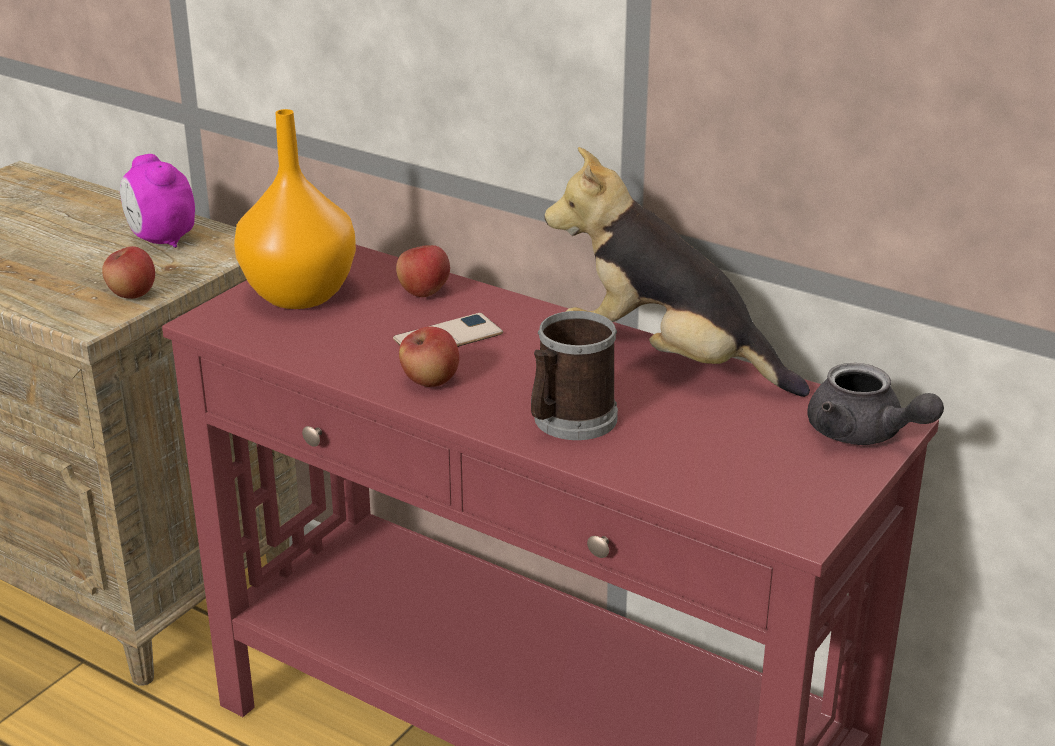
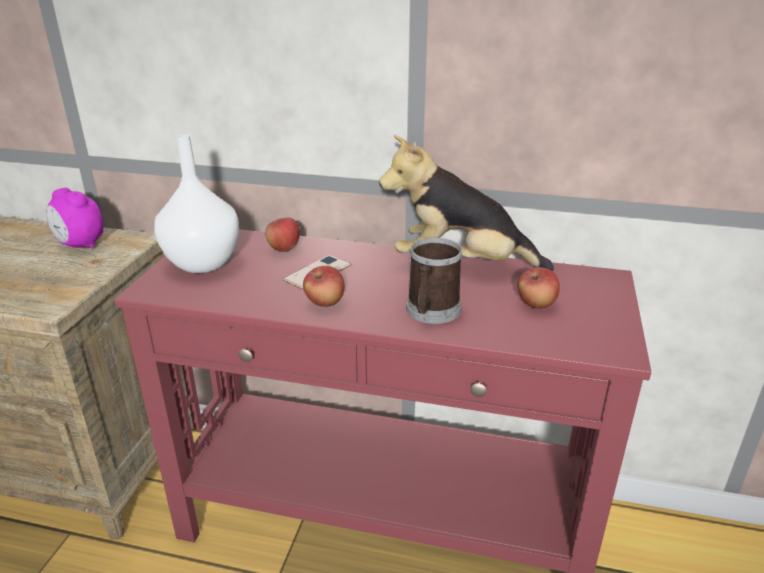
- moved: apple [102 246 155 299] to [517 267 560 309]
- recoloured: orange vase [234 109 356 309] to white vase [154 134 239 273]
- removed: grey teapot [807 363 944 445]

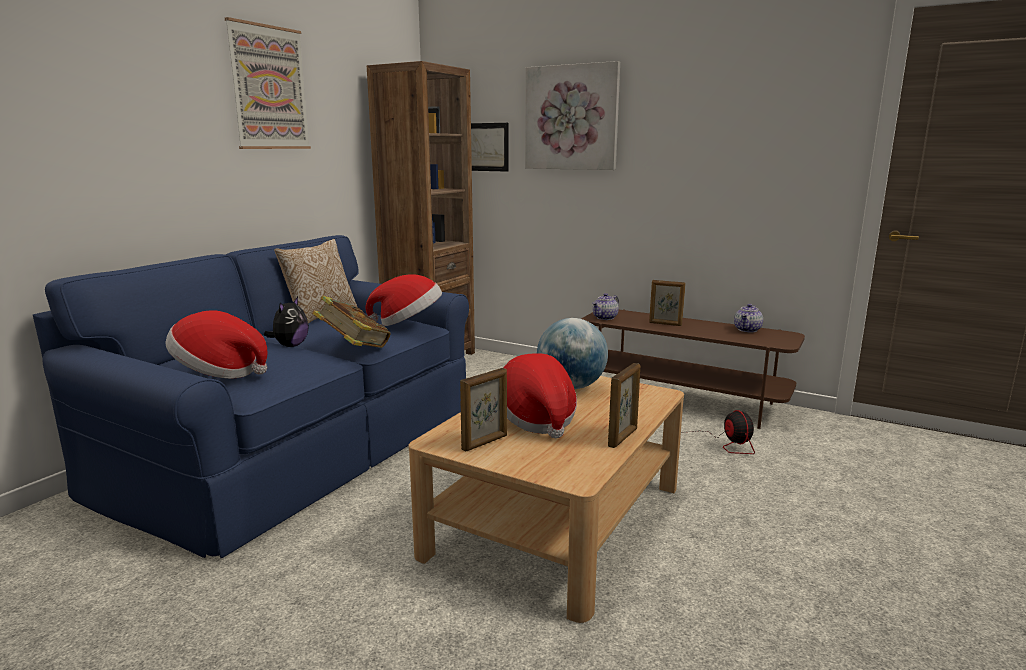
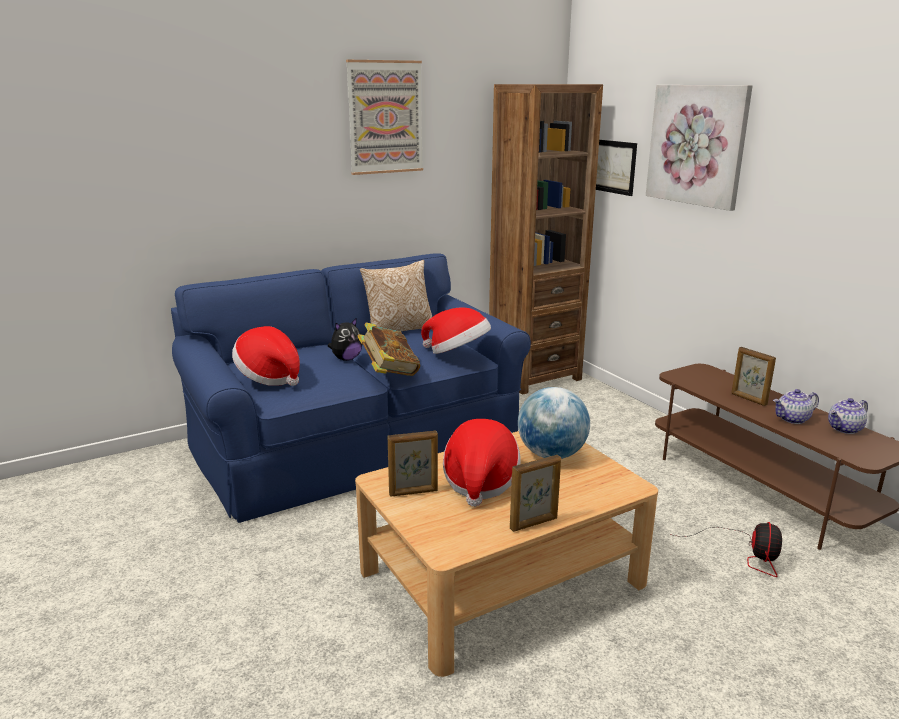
- moved: teapot [592 293 619 320] to [773 389 819 424]

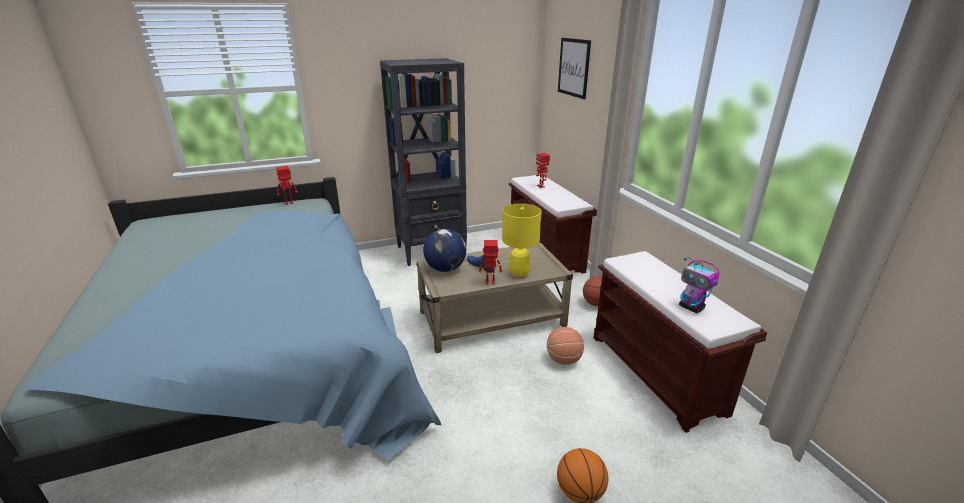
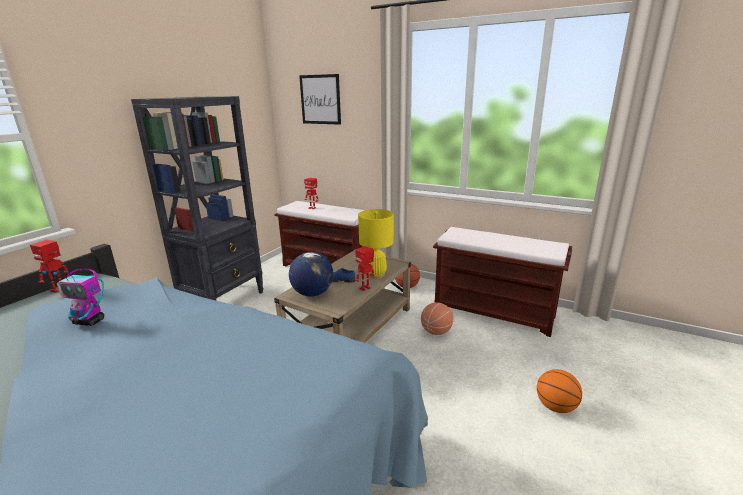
- moved: toy robot [679 257 720 313] to [42 269 104 326]

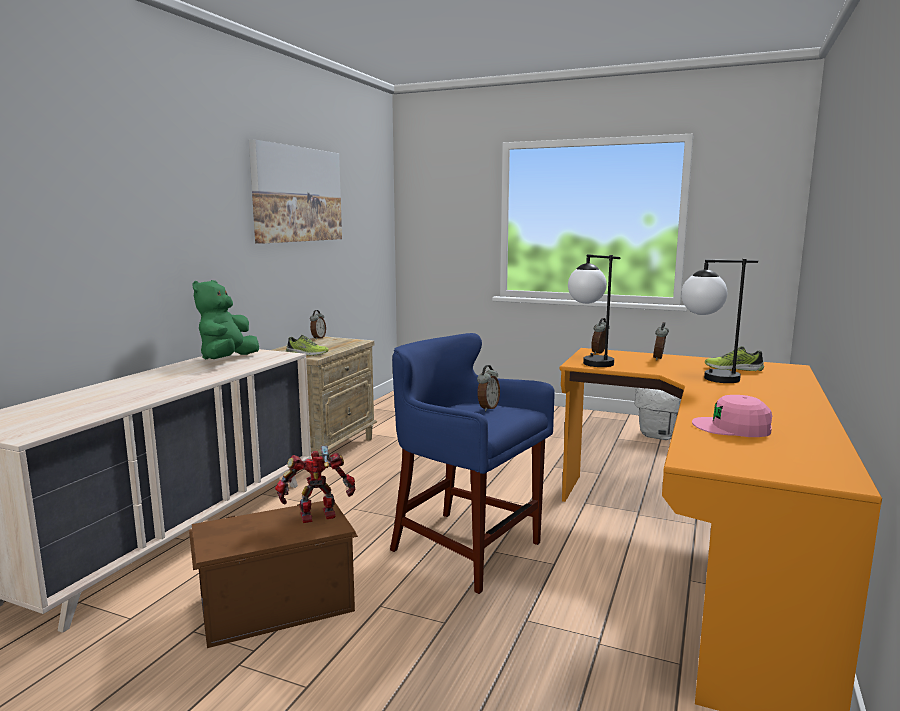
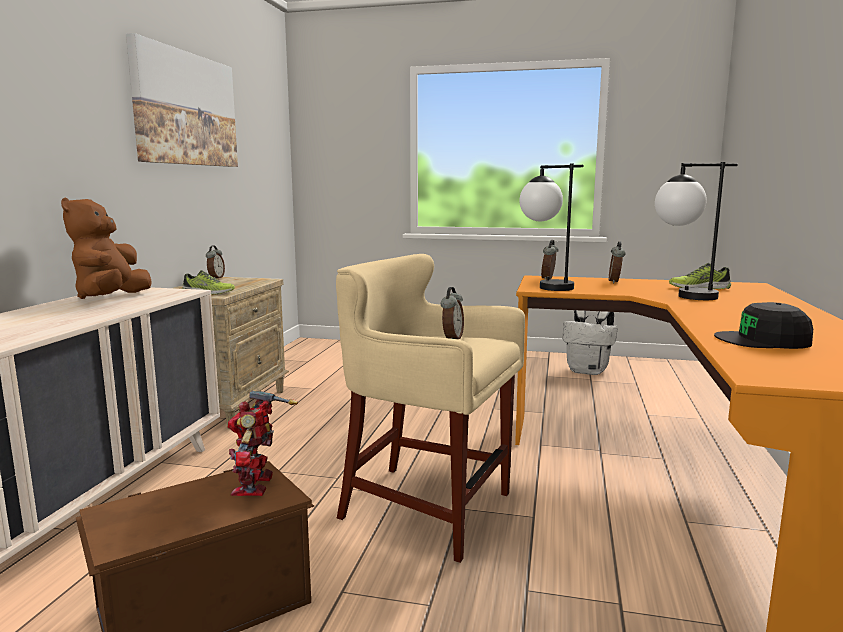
- recoloured: green plush toy [193 280 259 360] to brown plush toy [61 198 152 299]
- turned: toy robot [275 446 355 523] = [228 390 298 496] 60 degrees counterclockwise
- recoloured: blue stool [390 333 555 594] to beige stool [336 254 525 563]
- recoloured: pink cap [692 395 772 437] to black cap [714 302 813 349]

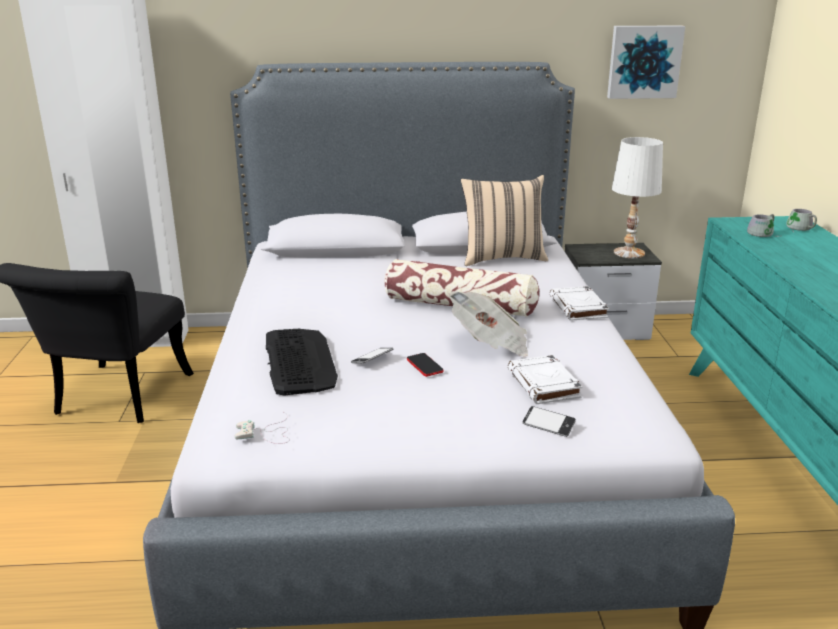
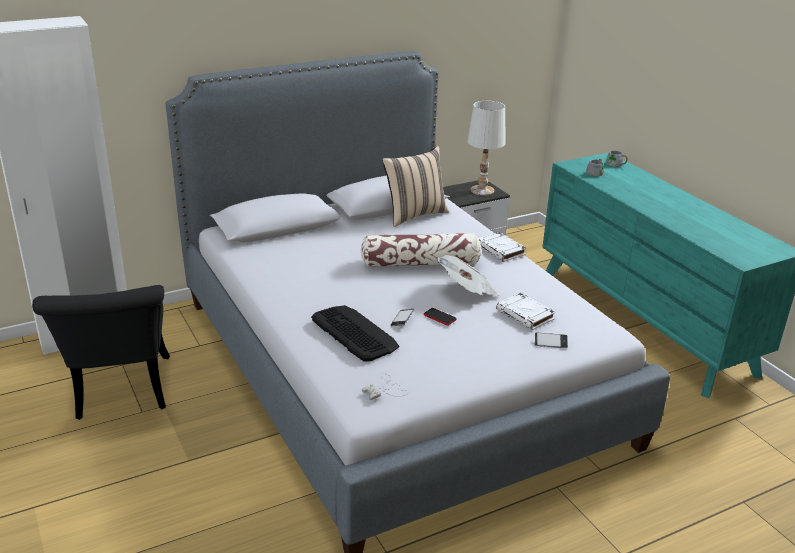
- removed: picture [607 25 685 99]

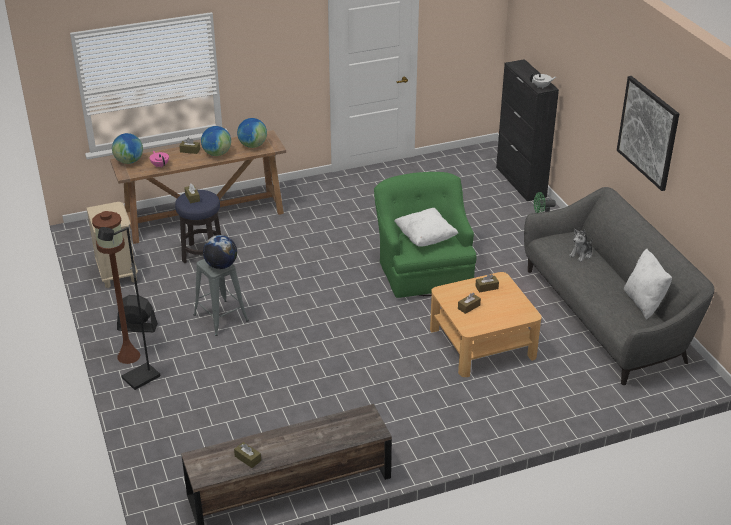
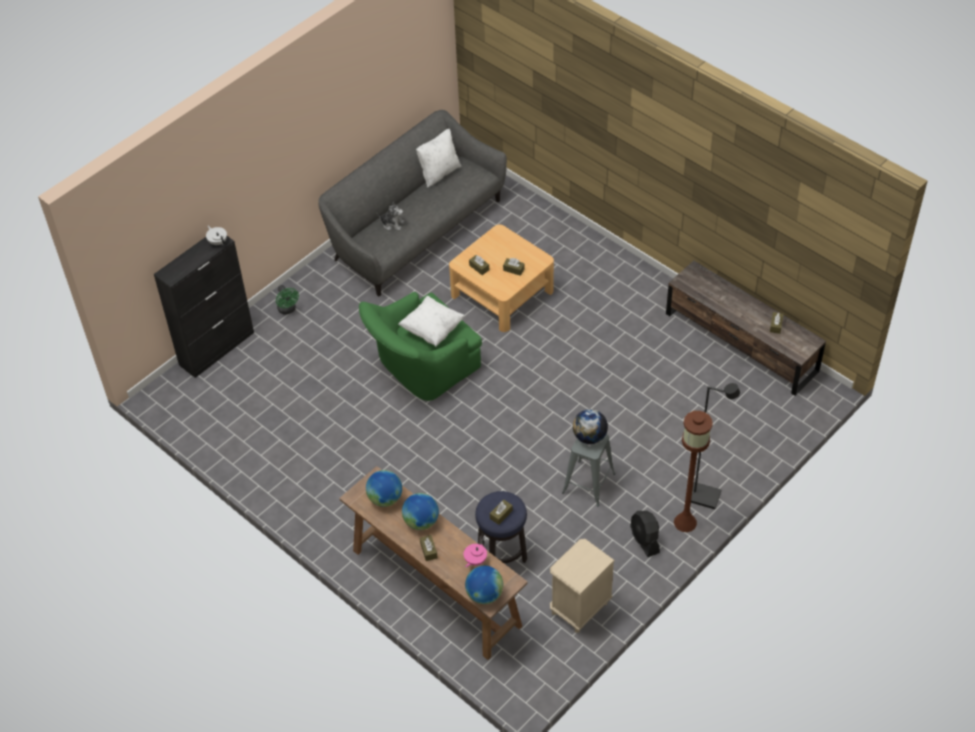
- removed: picture [617 76 679 191]

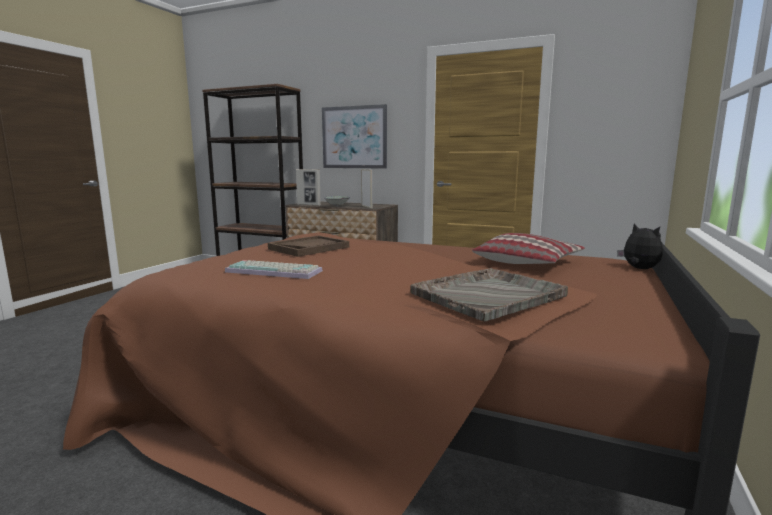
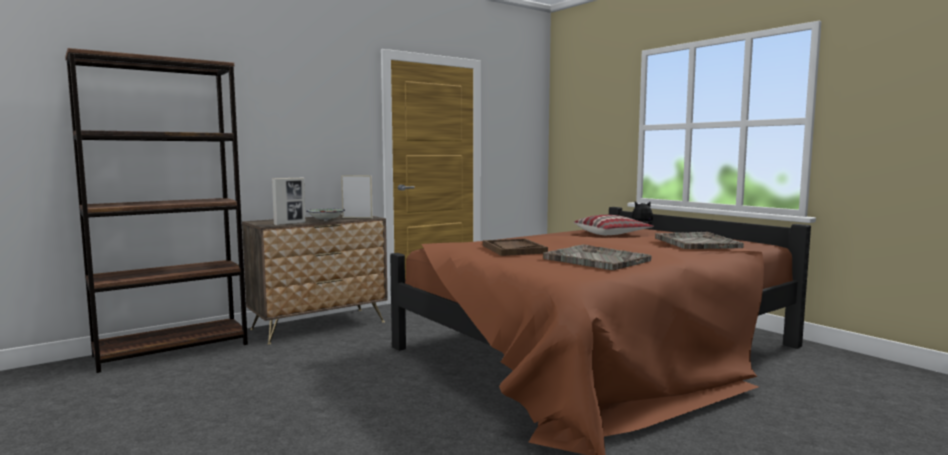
- replaced: keyboard [225 260 323 279] to grey tray [543 244 652 270]
- removed: picture [322 104 387 169]

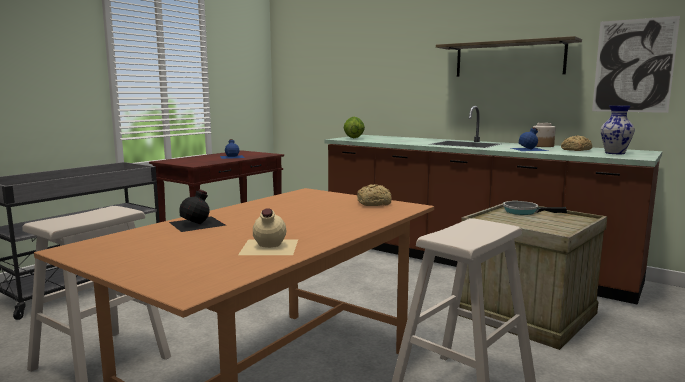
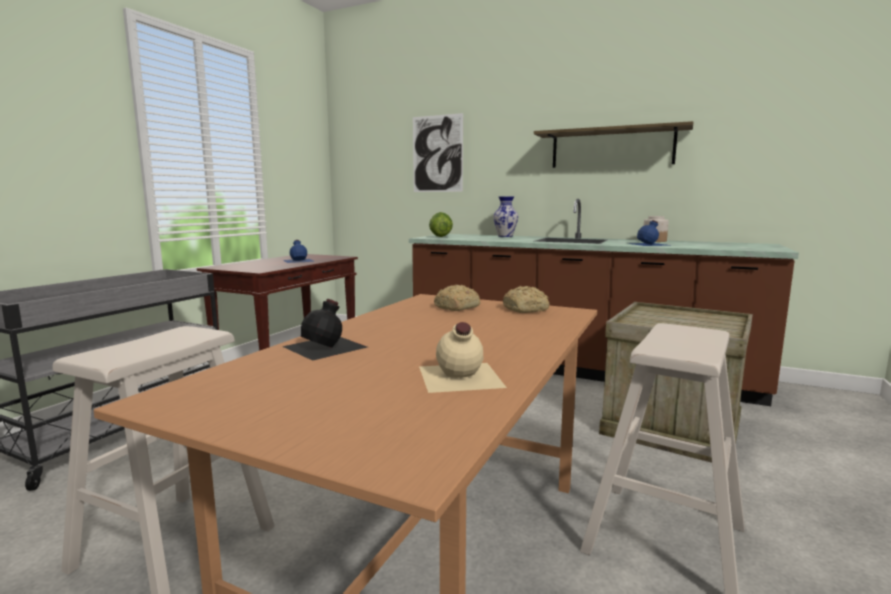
- removed: frying pan [503 201 567 215]
- moved: bread [561 136 592 151] to [434 285 481 311]
- moved: picture [592 16 680 113] to [413 113 463 192]
- moved: vase [601 106 635 154] to [493 197 518 237]

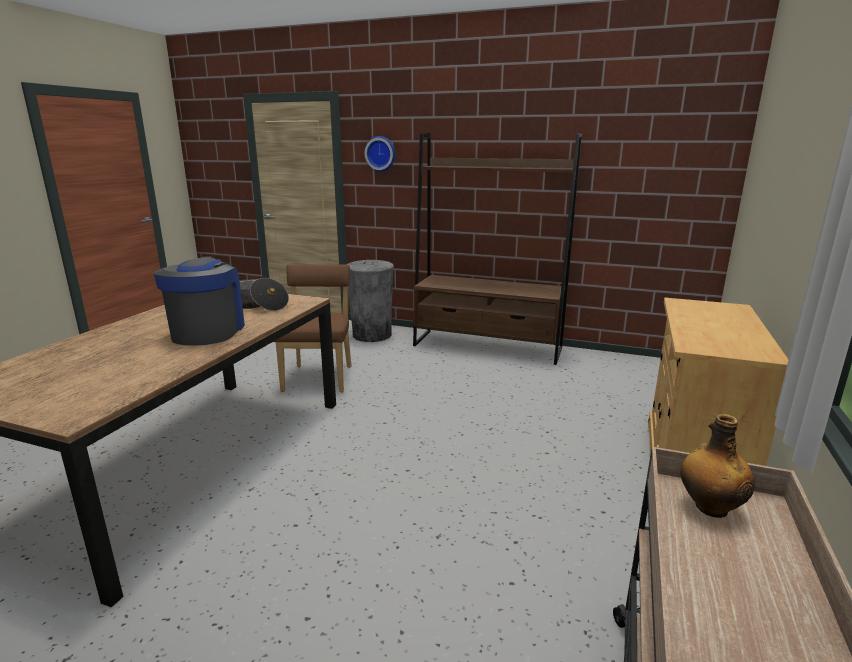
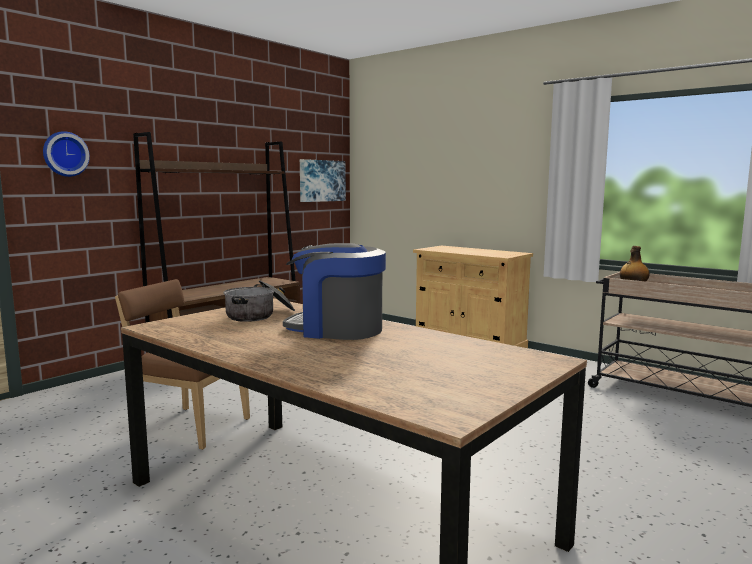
- removed: grey trash can [347 260 394 342]
- added: picture [300 159 346 202]

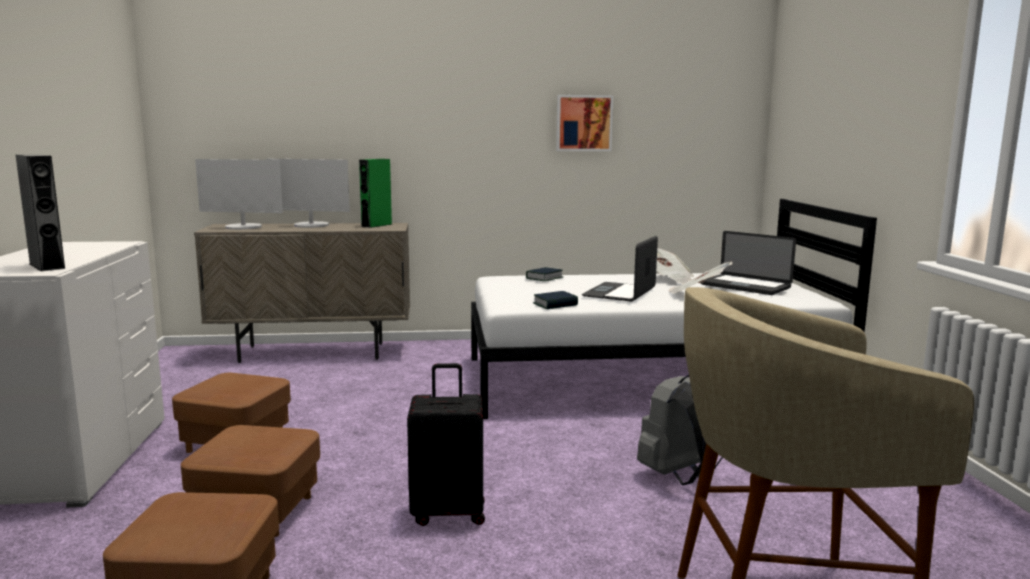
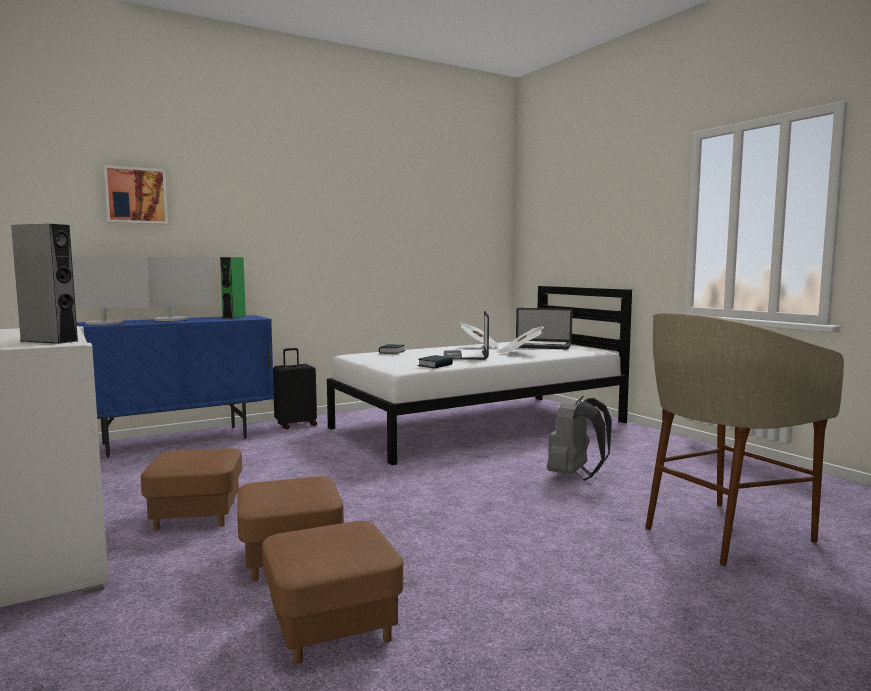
- recoloured: beige cabinet [194 223 410 363] to blue cabinet [76 315 274 458]
- moved: black suitcase [407 363 485 526] to [273 348 317 429]
- moved: picture [556 95 613 151] to [104 165 168 224]

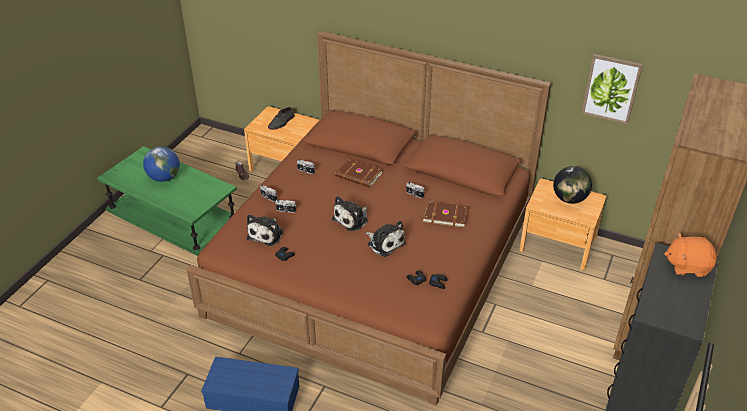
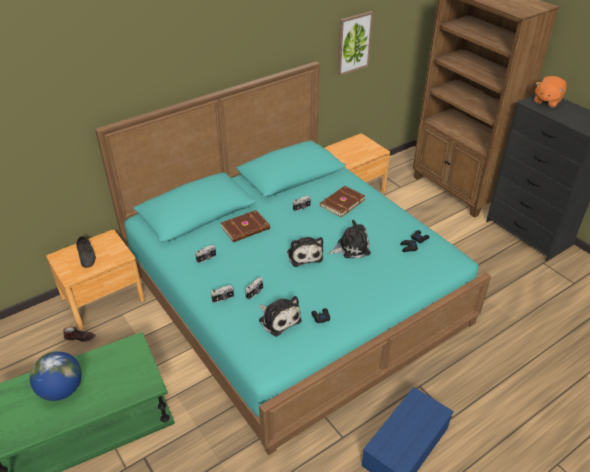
- recoloured: brown bed [186 31 551 406] to turquoise bed [95 61 491 455]
- removed: globe [553 166 592 204]

